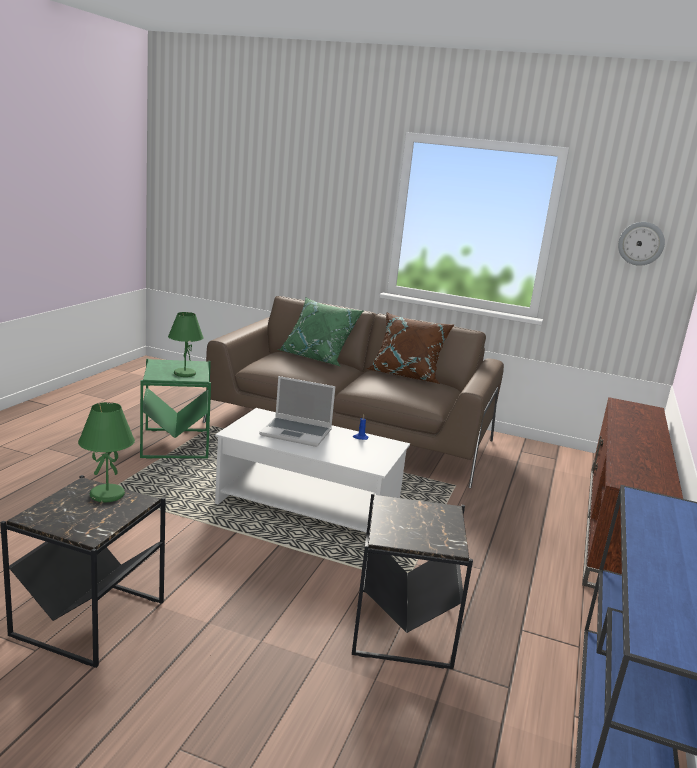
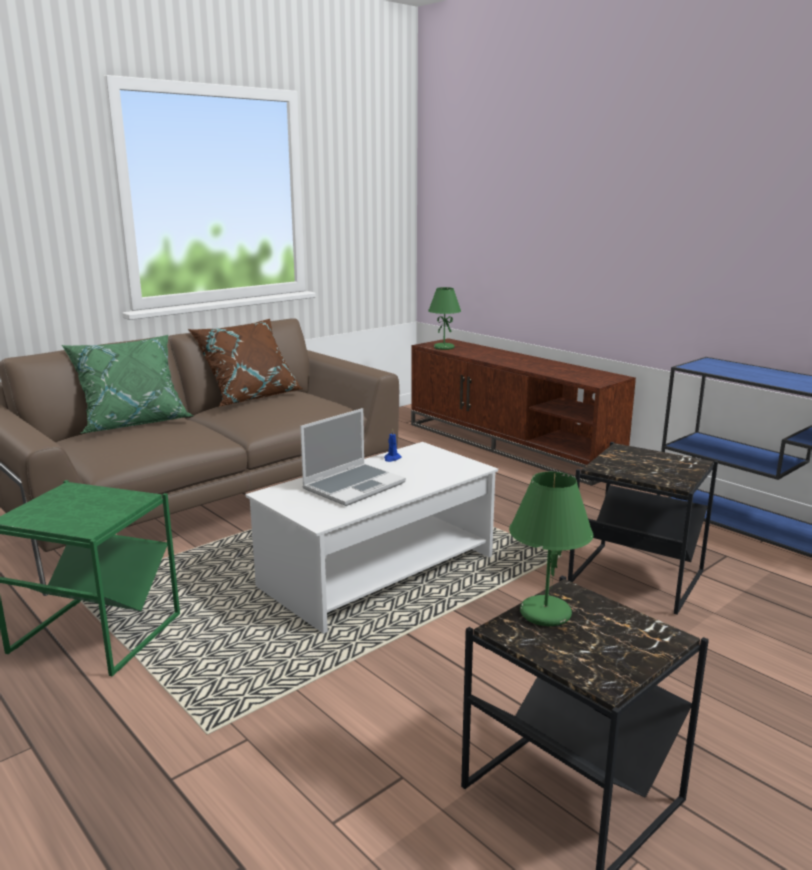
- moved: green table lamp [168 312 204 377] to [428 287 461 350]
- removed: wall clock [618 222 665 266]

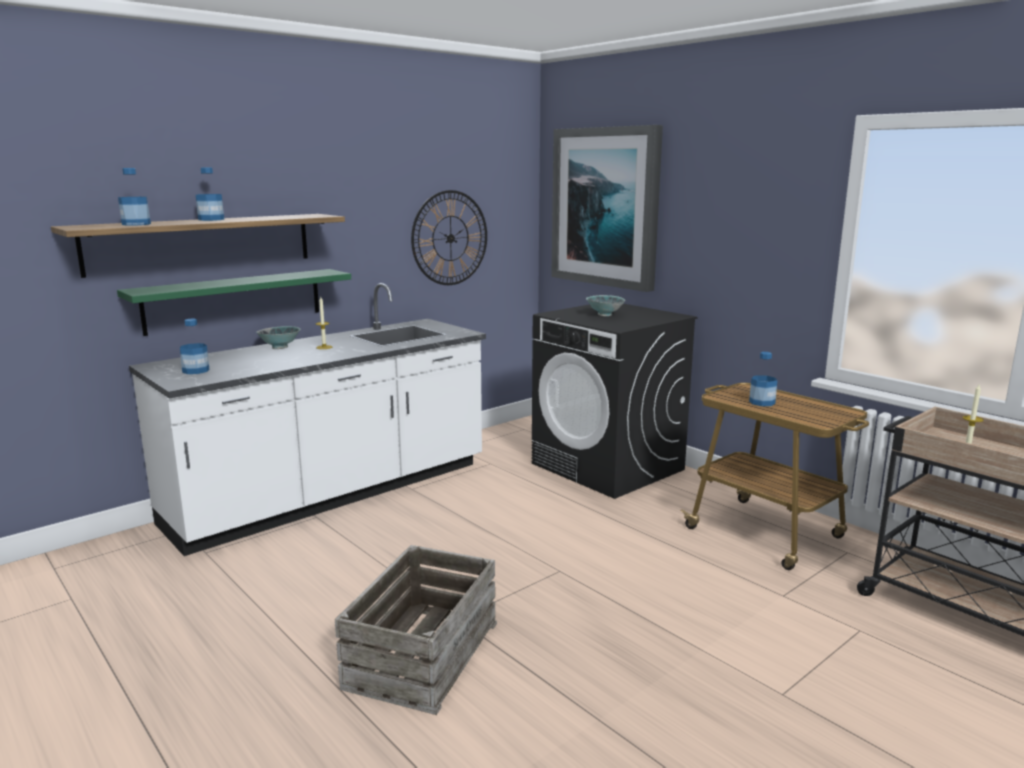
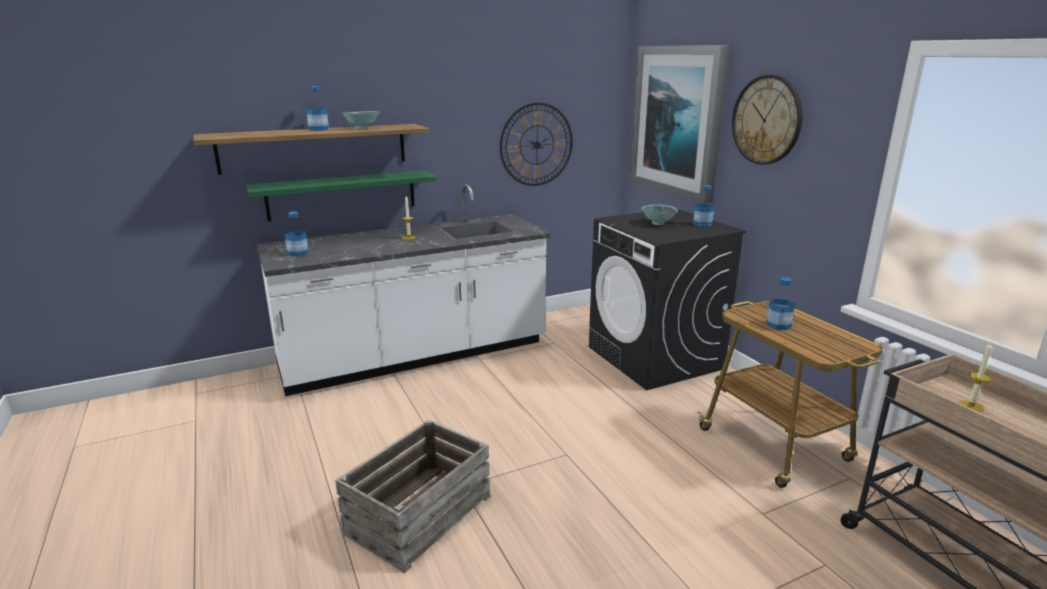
- moved: bottle [118 168 151 226] to [693 185 714 227]
- moved: bowl [256 326 300 349] to [342 111 380 129]
- added: wall clock [732 75 803 165]

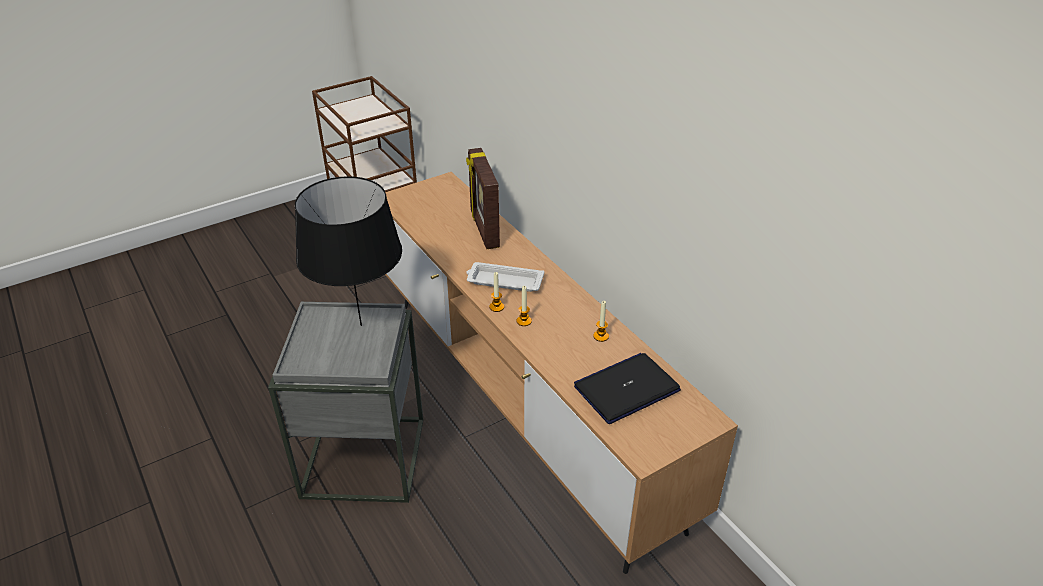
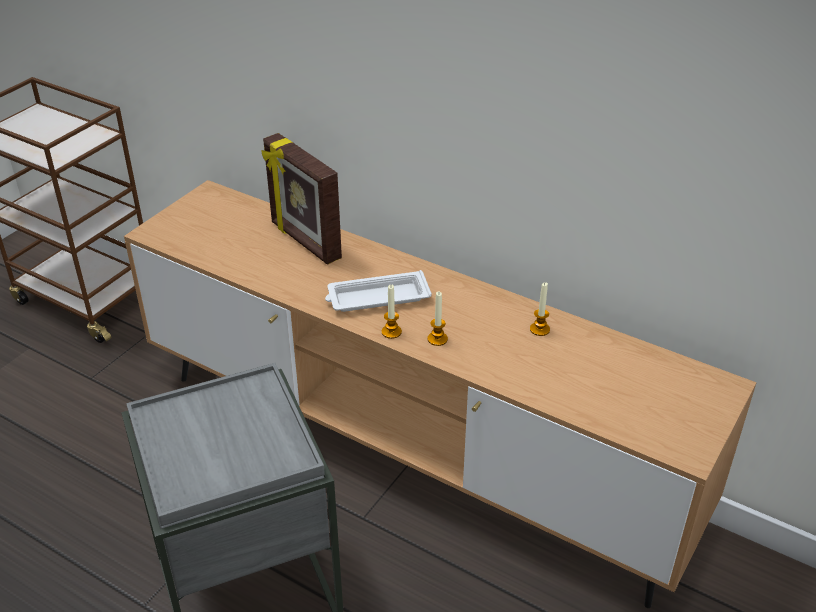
- removed: black table lamp [295 176 402 326]
- removed: laptop [574 353 681 424]

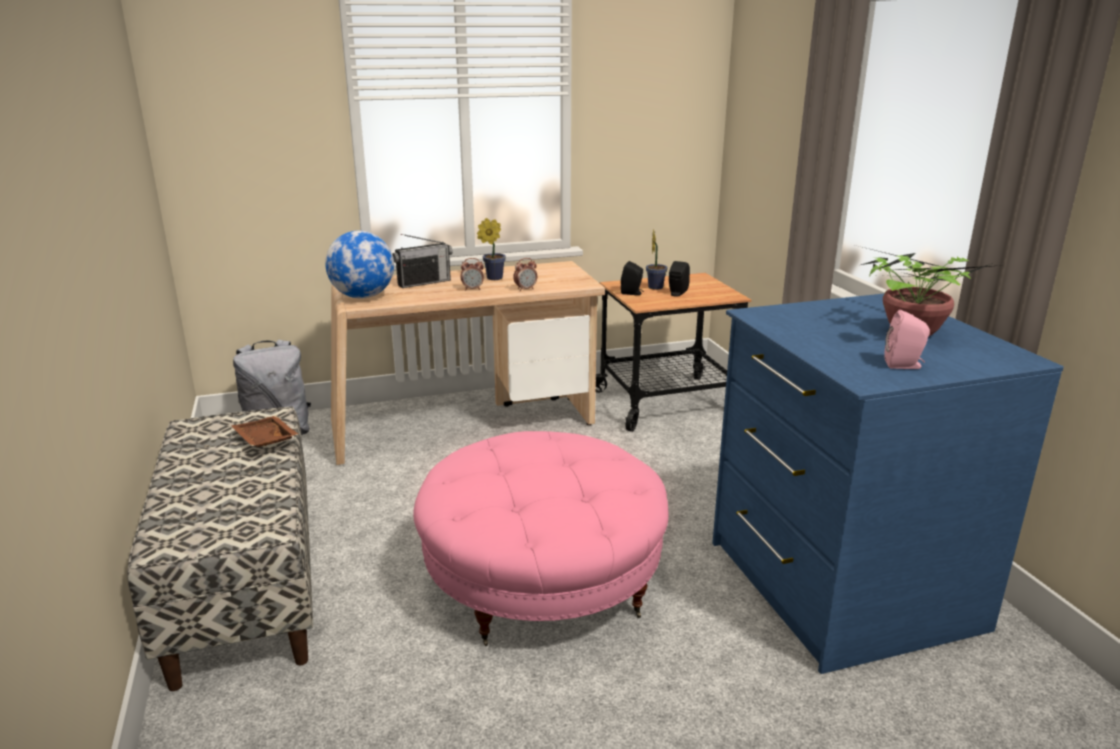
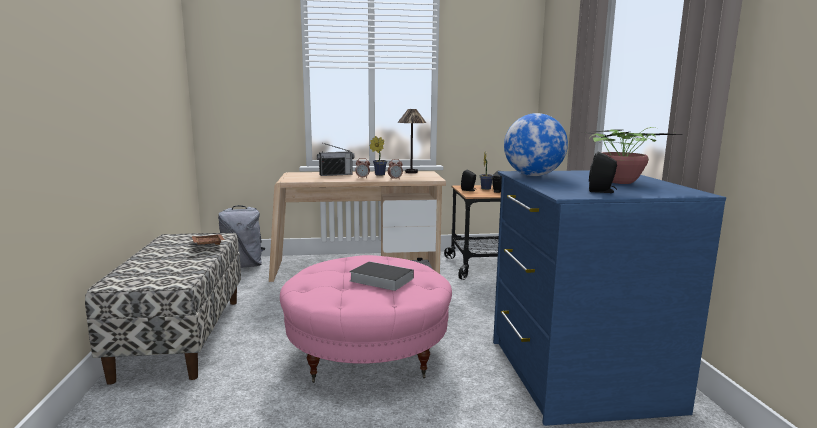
- moved: globe [325 231 394 298] to [504 113 568 176]
- recoloured: pink speaker [884 310 930 369] to black speaker [589 152 617 193]
- added: book [349 261 414 291]
- added: table lamp [397 109 426 173]

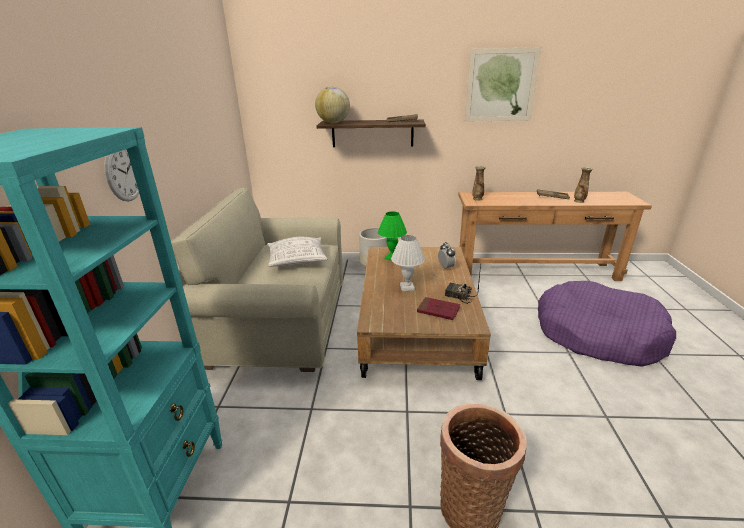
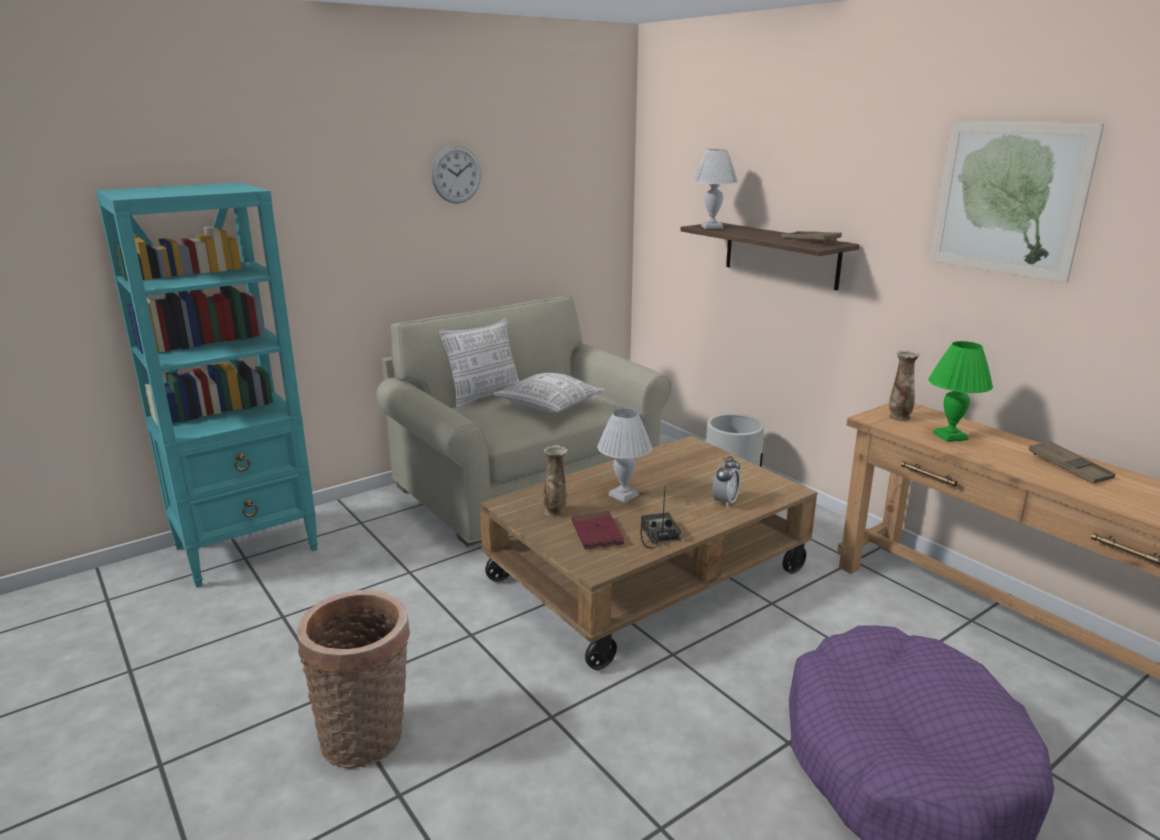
- moved: wall clock [104 149 139 201] to [431 146 481 204]
- replaced: globe [315 86 350 123] to white table lamp [692 149 738 229]
- moved: green table lamp [378 211 407 261] to [928 341 993 442]
- moved: vase [574 167 593 203] to [543 445 567 517]
- added: pillow [439 318 519 408]

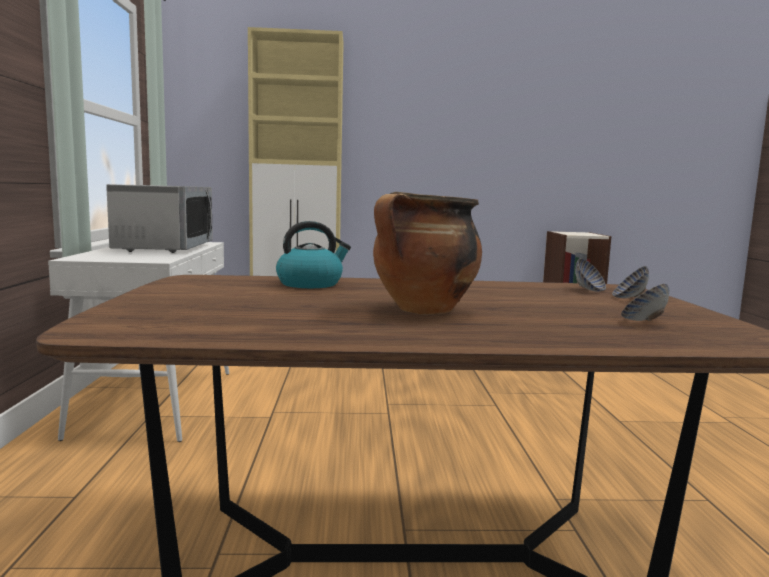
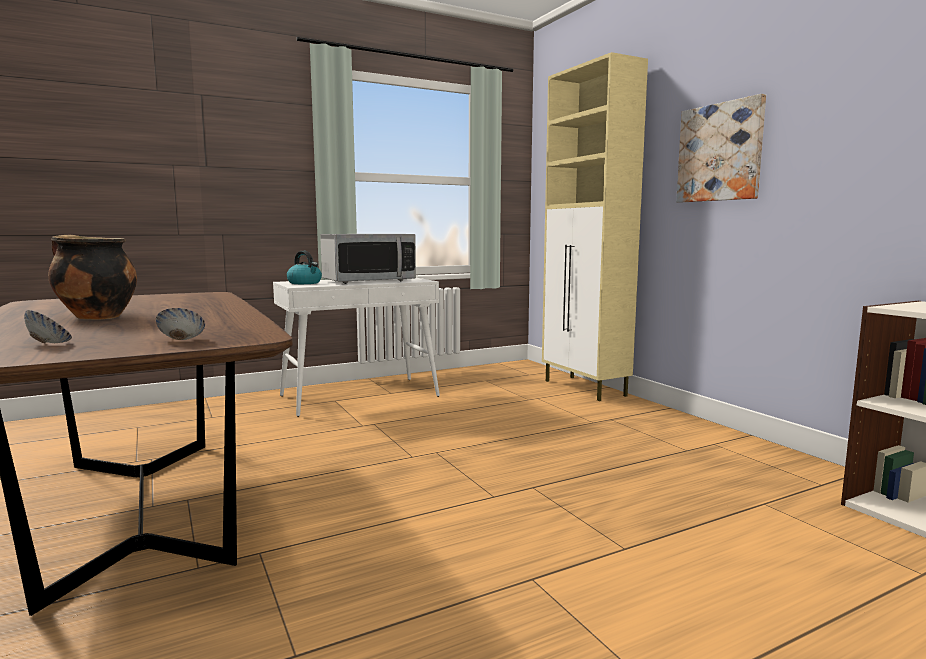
- moved: kettle [276 221 351 288] to [287 251 322 284]
- removed: bowl [575 258 606 292]
- added: picture [676 94 766 203]

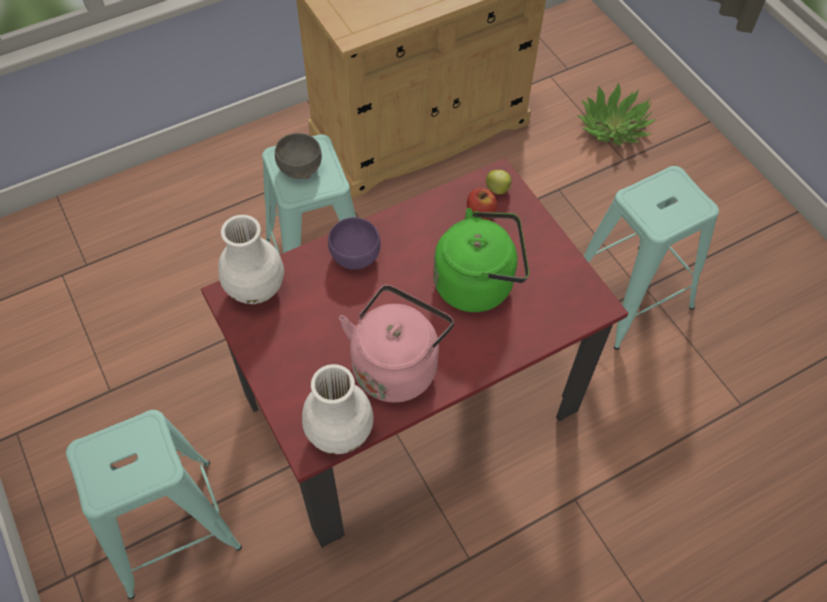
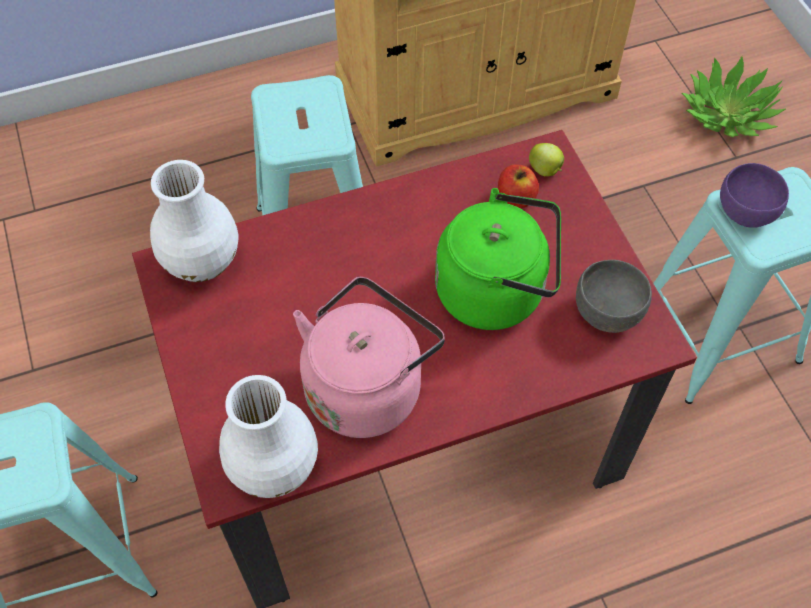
- moved: grey bowl [275 133 322 179] to [576 260 652 333]
- moved: purple bowl [328 217 381 270] to [720 163 789 228]

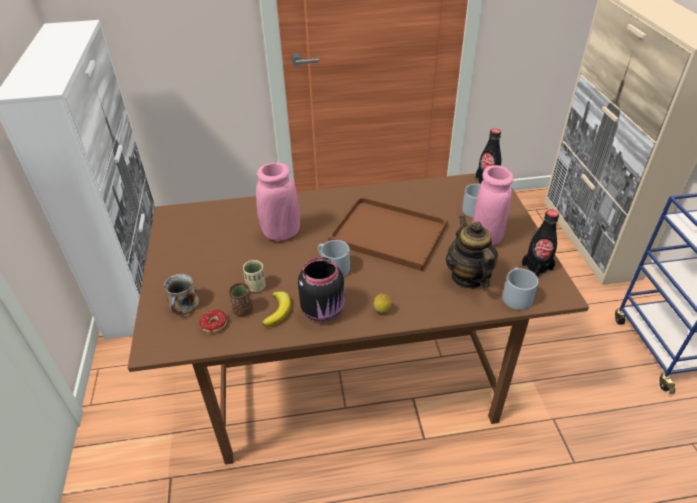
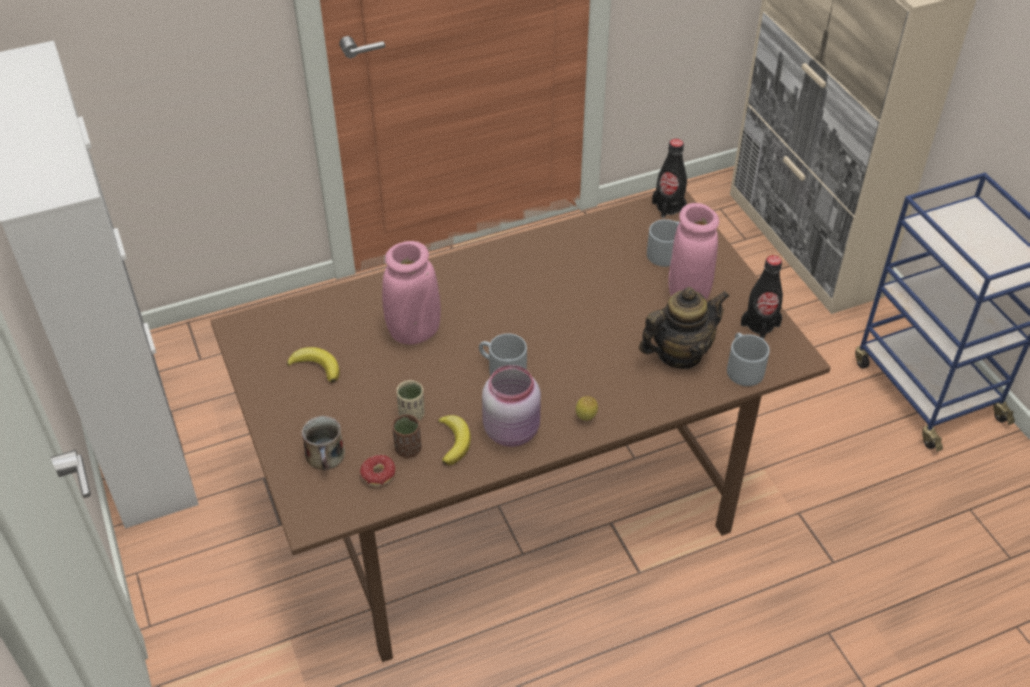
- recoloured: black jar [298 257 344 322] to pink jar [482 365 541 447]
- removed: brown tray [328 196 448 271]
- turned: teapot [446 216 498 289] = [639 287 730 369] 90 degrees clockwise
- added: banana [287 347 340 383]

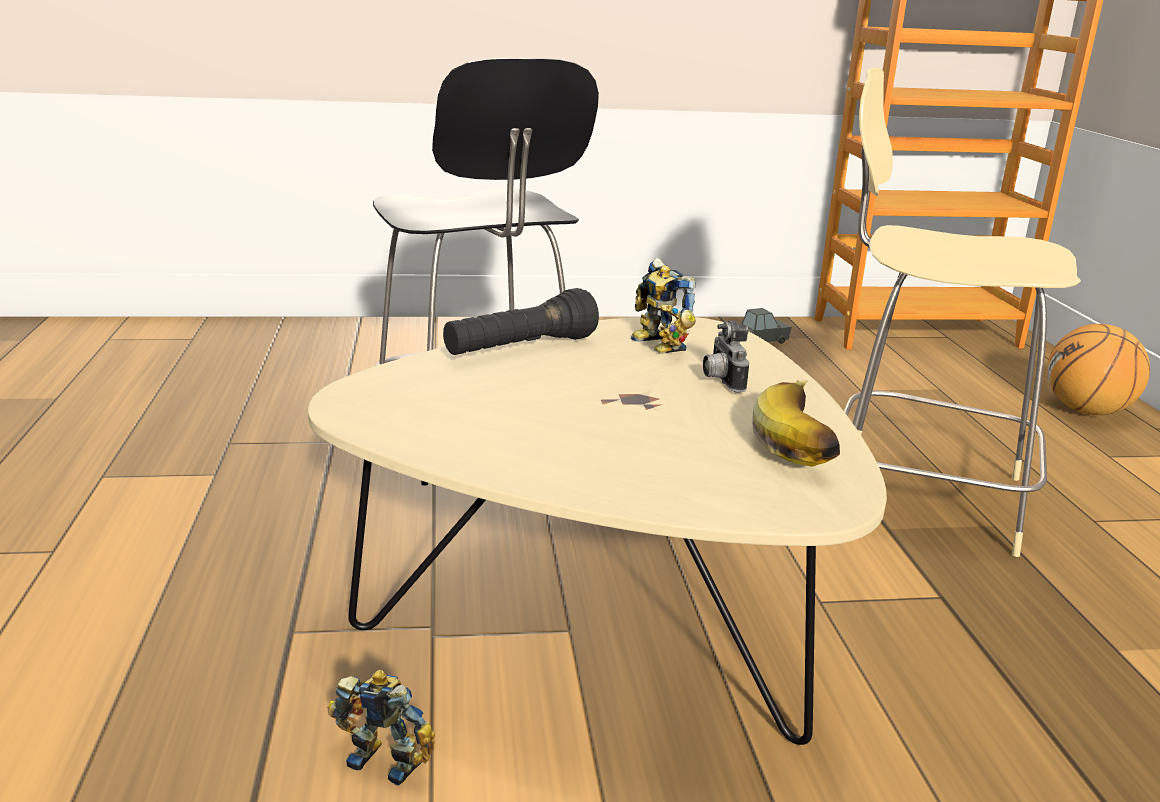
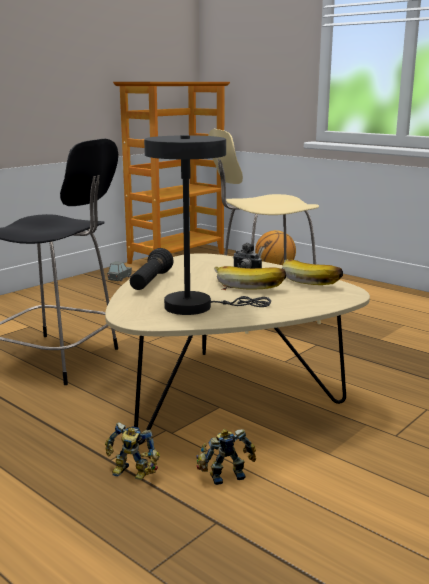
- moved: toy robot [631 258 696 354] to [105 422 160 480]
- added: grey table lamp [144 135 271 315]
- added: banana [214 266 286 289]

